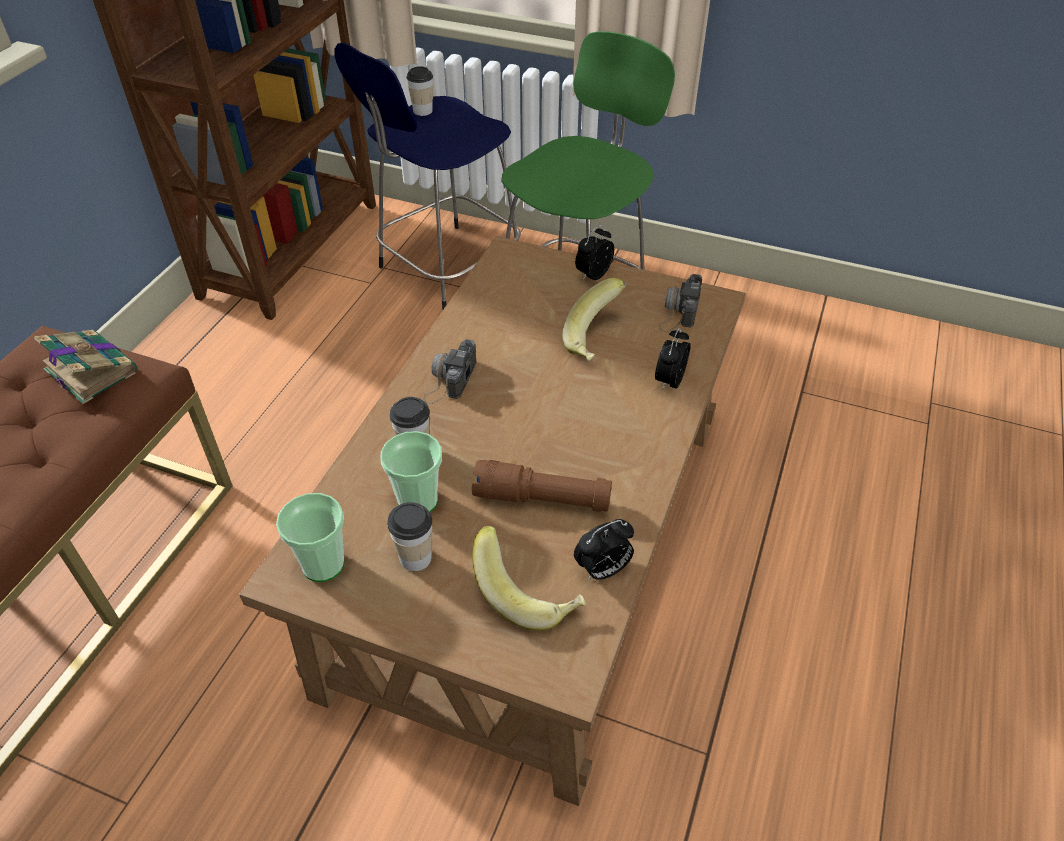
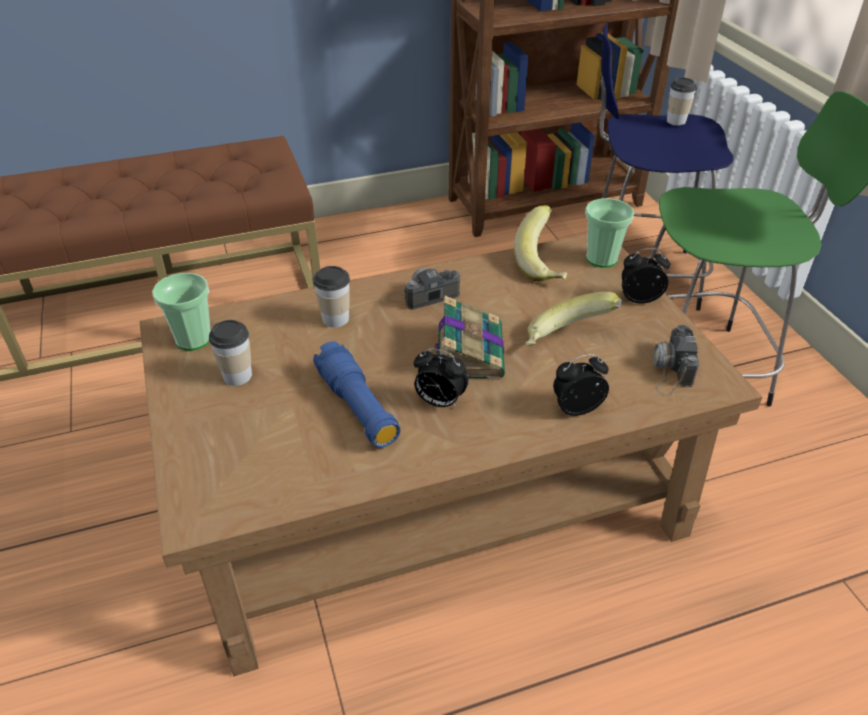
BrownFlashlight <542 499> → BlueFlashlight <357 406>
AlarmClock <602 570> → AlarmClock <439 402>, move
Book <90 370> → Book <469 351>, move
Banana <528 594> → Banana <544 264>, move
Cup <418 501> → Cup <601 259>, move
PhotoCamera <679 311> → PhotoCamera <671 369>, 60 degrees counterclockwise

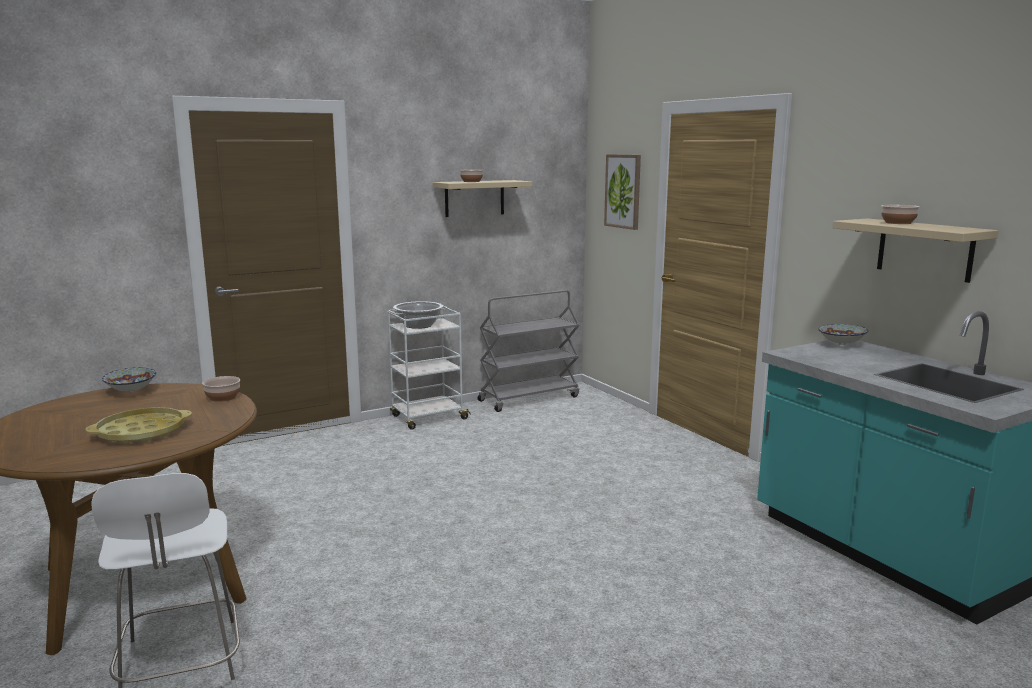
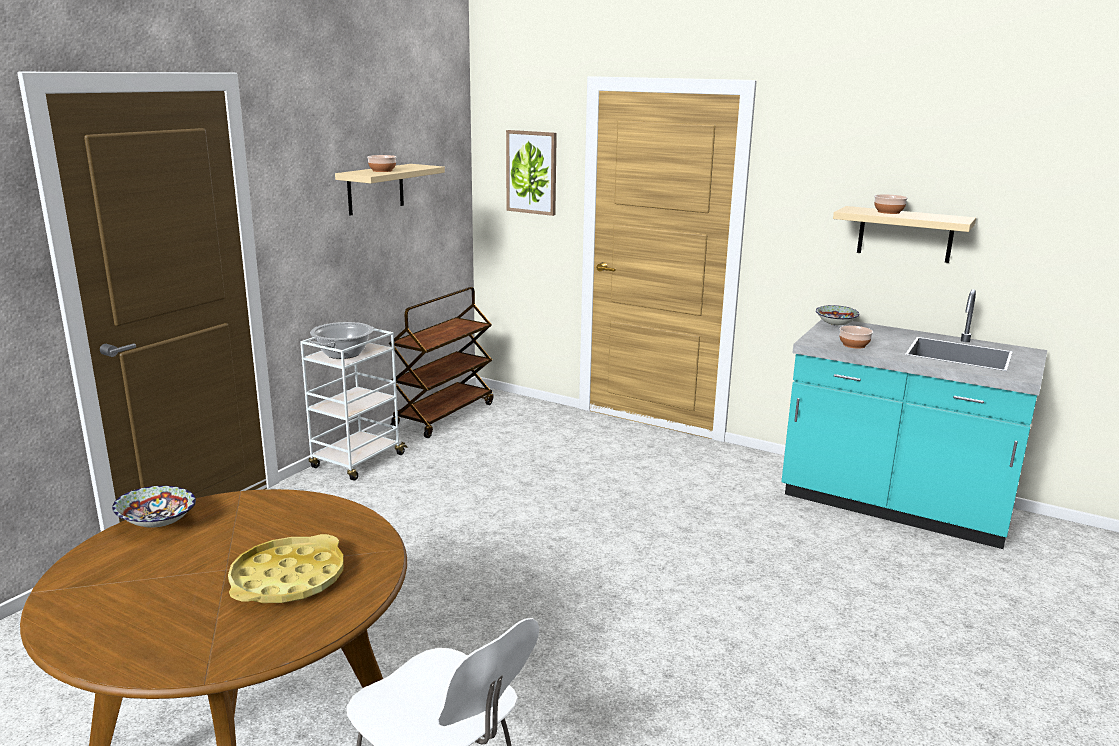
GreyCart <529 398> → BrownCart <444 415>
Bowl <223 397> → Bowl <854 345>, move

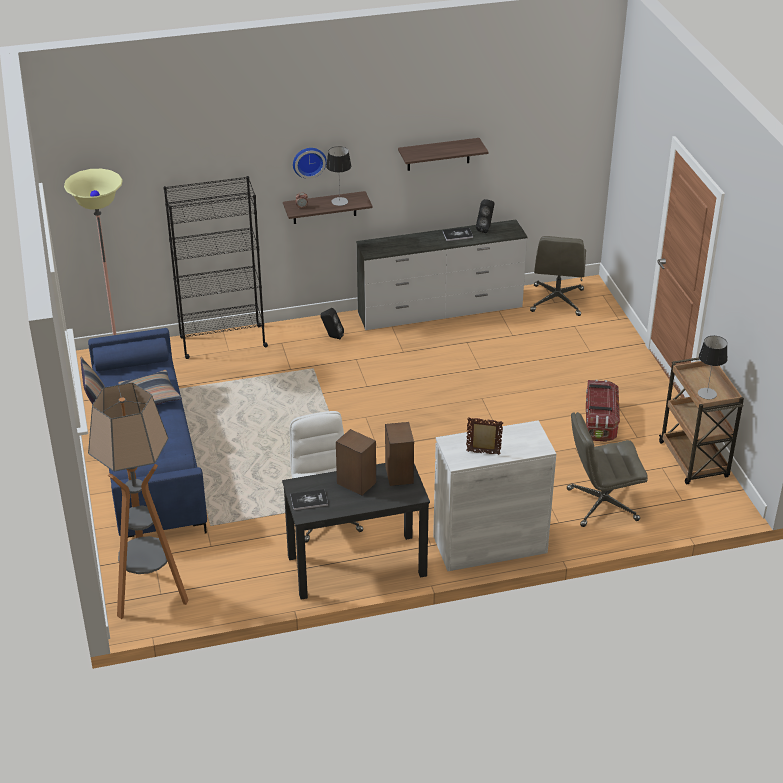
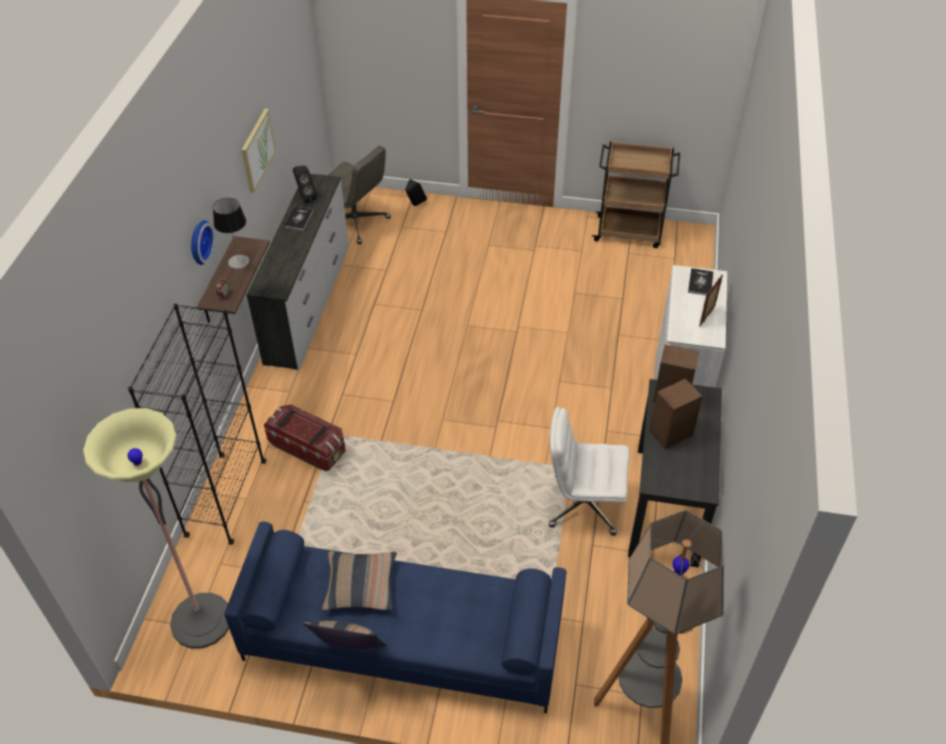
Shelf <438 154> → Picture <257 150>
StorageBox <600 422> → StorageBox <308 447>, move
BlackSpeaker <332 337> → BlackSpeaker <415 205>, move
Book <309 500> → Book <700 282>, move
GreyOfficeChair <601 505> → -
TableLamp <707 393> → -

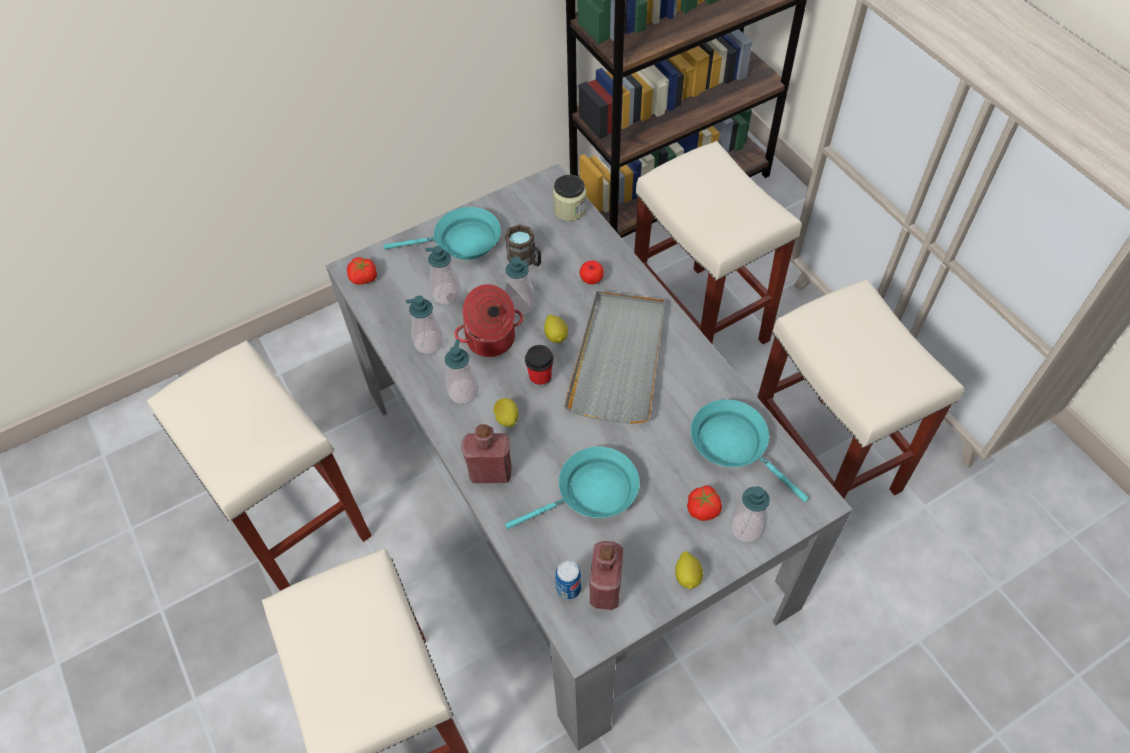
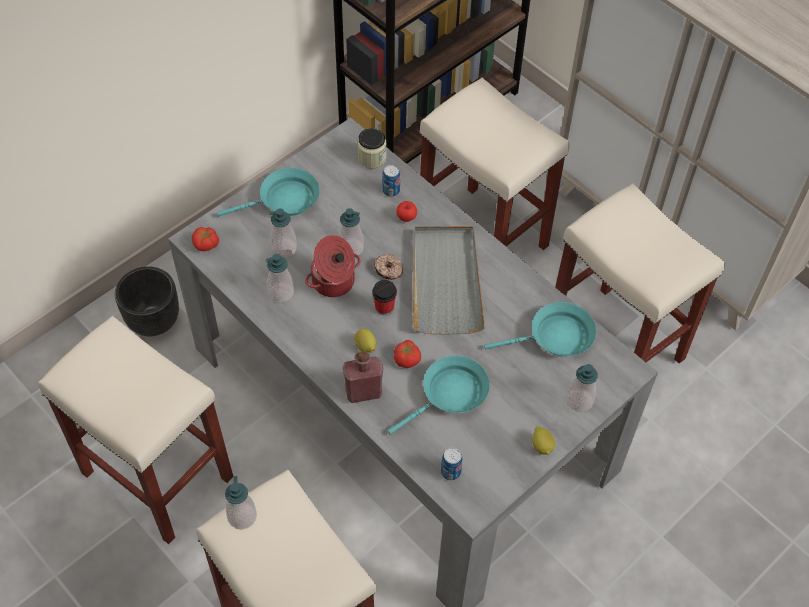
- → BlackPlanter <154 321>
SoapDispenser <463 392> → SoapDispenser <242 516>, move
Lemon <556 336> → Donut <388 270>
- → Can <391 191>
Tomato <703 508> → Tomato <407 359>, move
TurquoiseFryingPan <734 445> → TurquoiseFryingPan <556 337>, 135 degrees clockwise
BrownMug <526 260> → -
RedBottle <605 588> → -

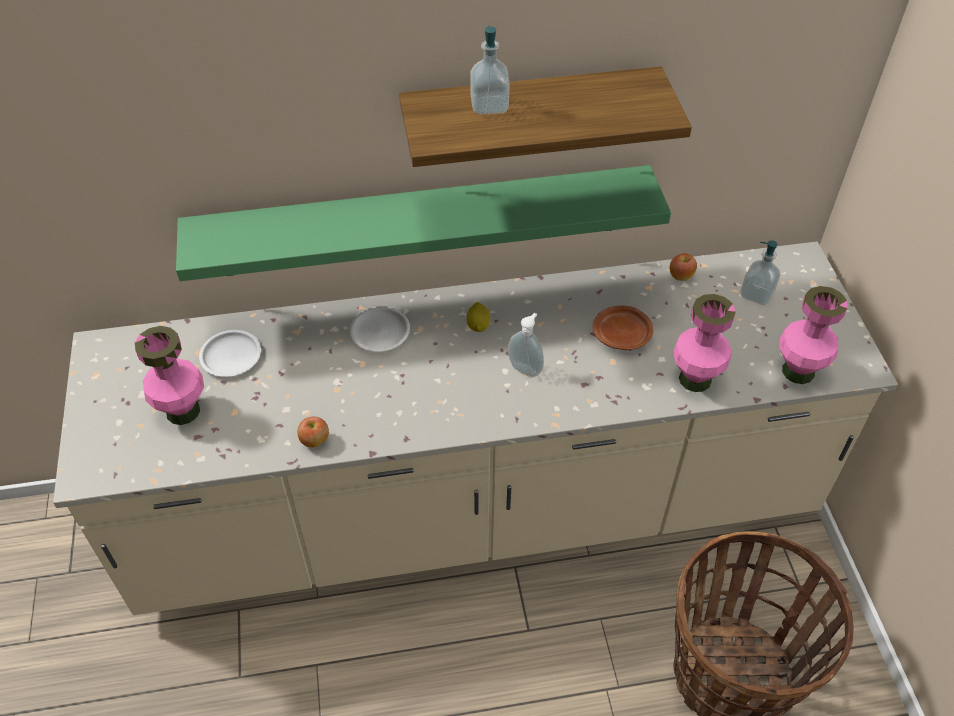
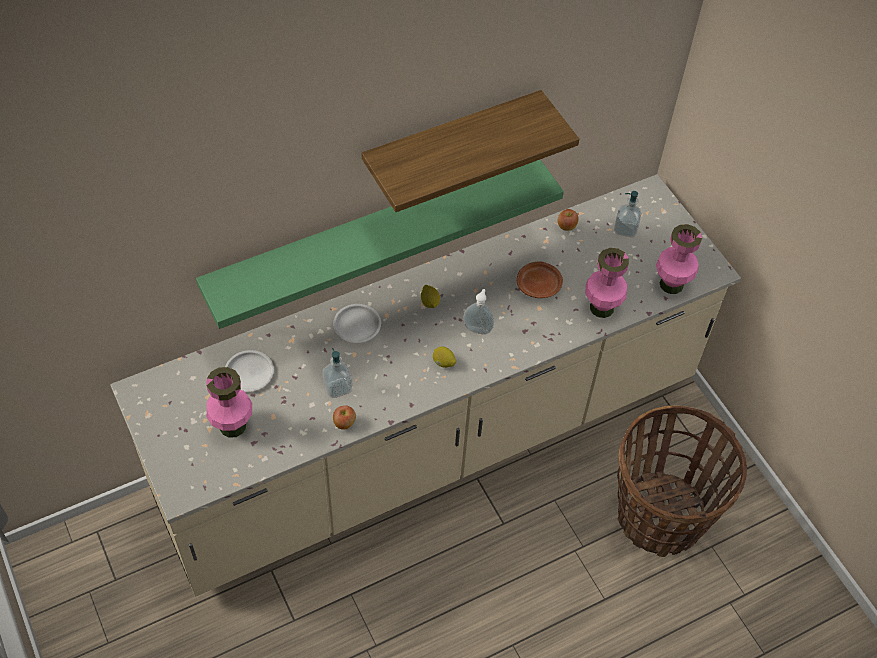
SoapDispenser <489 106> → SoapDispenser <338 387>, move
- → Lemon <443 363>

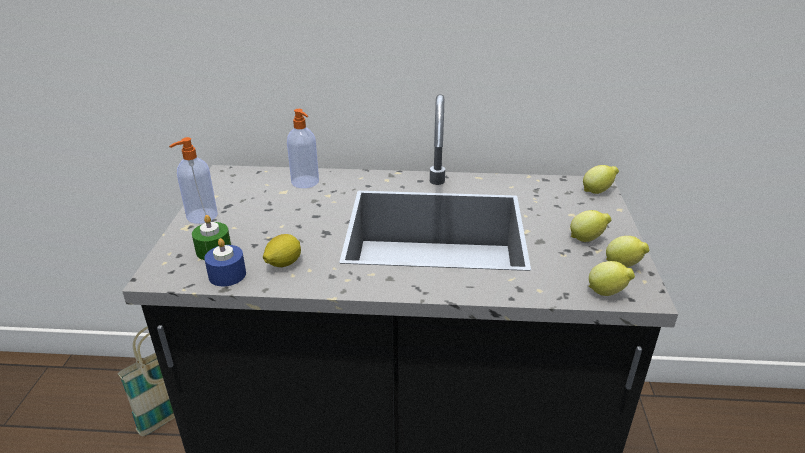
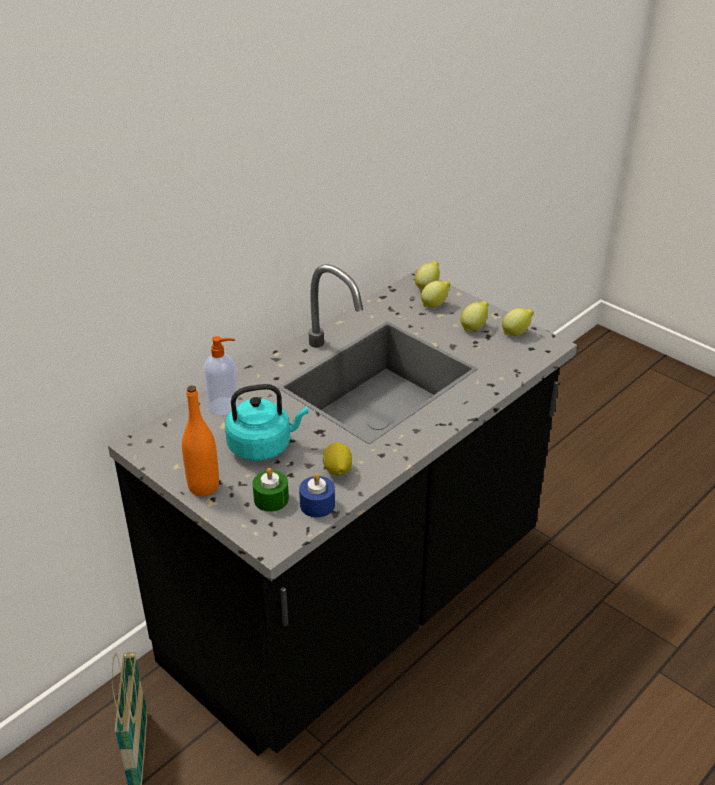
SoapDispenser <201 216> → OrangeBottle <203 486>
- → TurquoiseKettle <263 446>
Lemon <607 293> → Lemon <435 305>, move

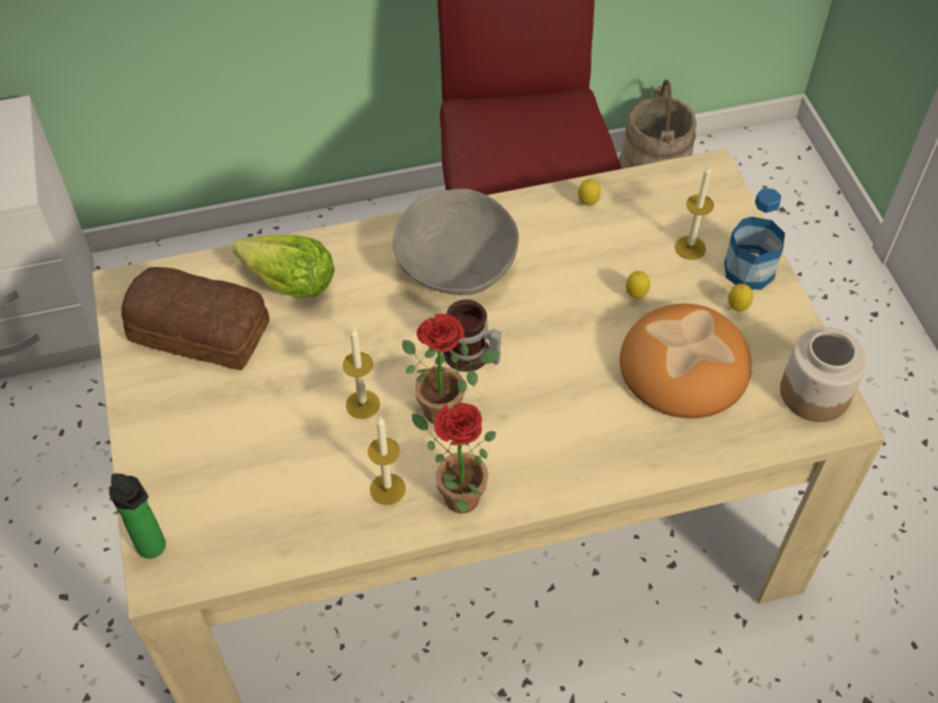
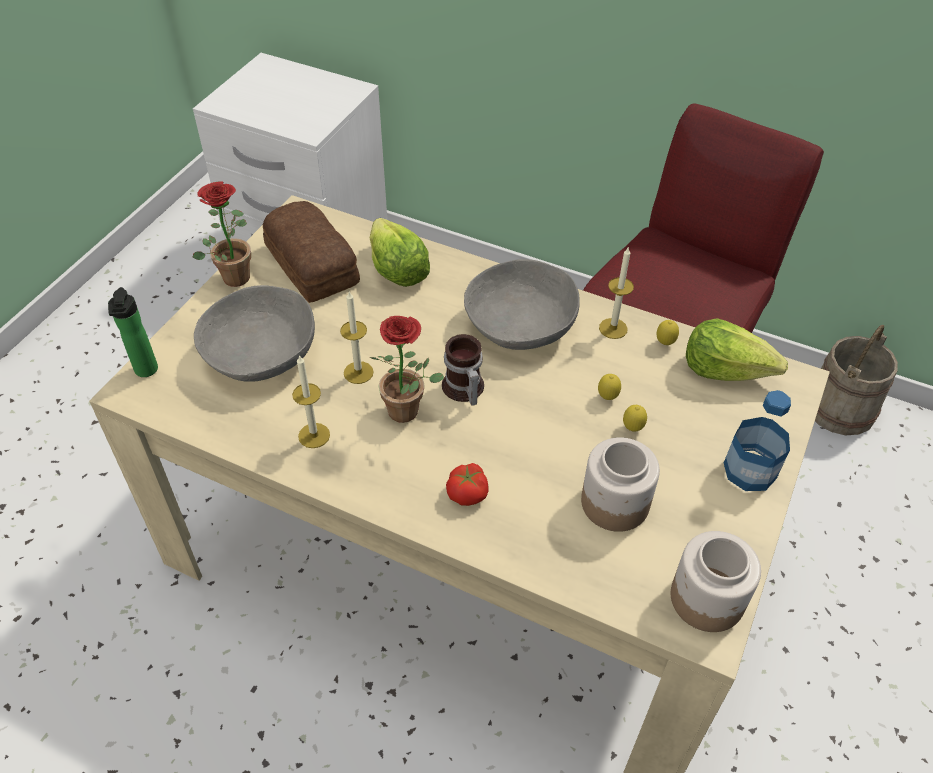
PottedPlant <454 496> → PottedPlant <234 274>, move
- → GreyBowl <261 353>
- → Tomato <468 493>
Bread <683 367> → Jar <614 503>
Lemon <737 308> → Lemon <607 397>, move
Candle <690 248> → Candle <613 328>, move
- → Lettuce <726 369>

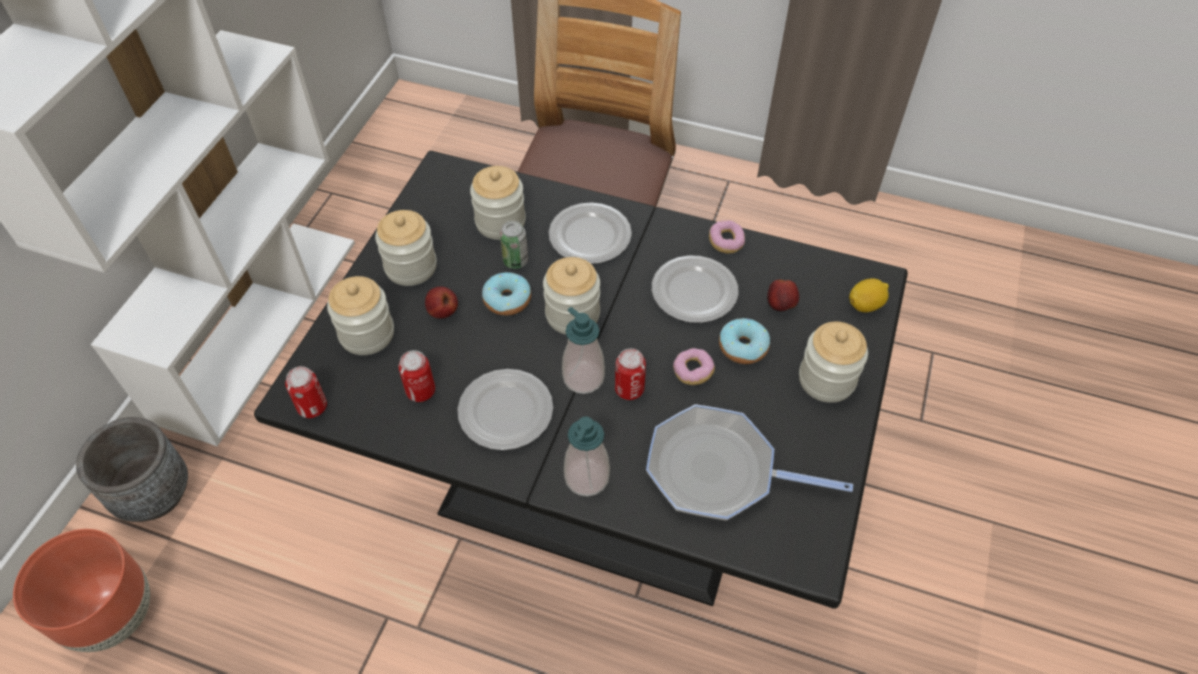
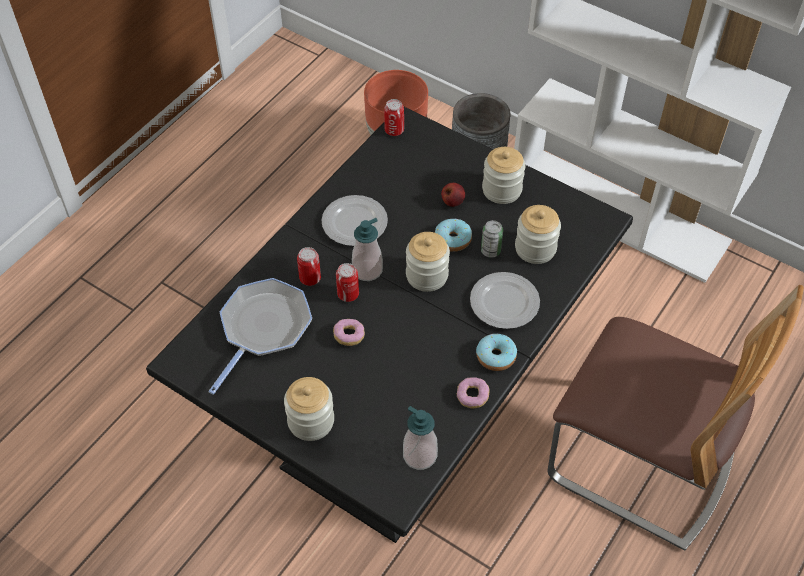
Can <420 391> → Can <310 278>, move
SoapDispenser <586 477> → SoapDispenser <420 455>, move
Donut <743 347> → Donut <495 356>, move
Jar <367 334> → -
Plate <695 292> → -
Apple <780 306> → -
Lemon <865 305> → -

